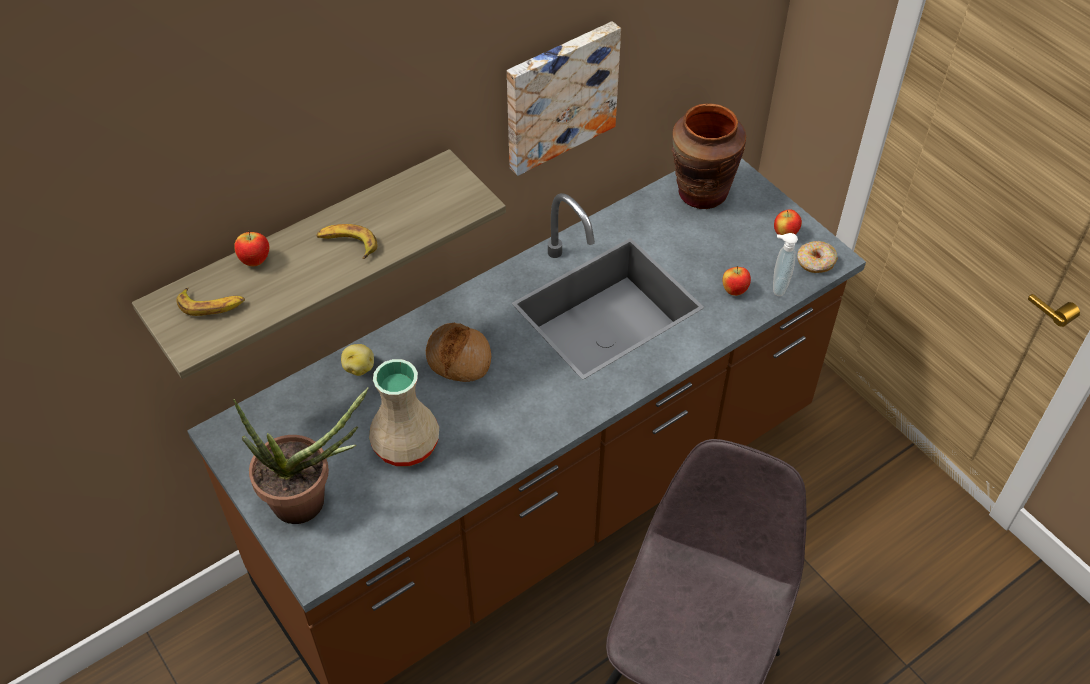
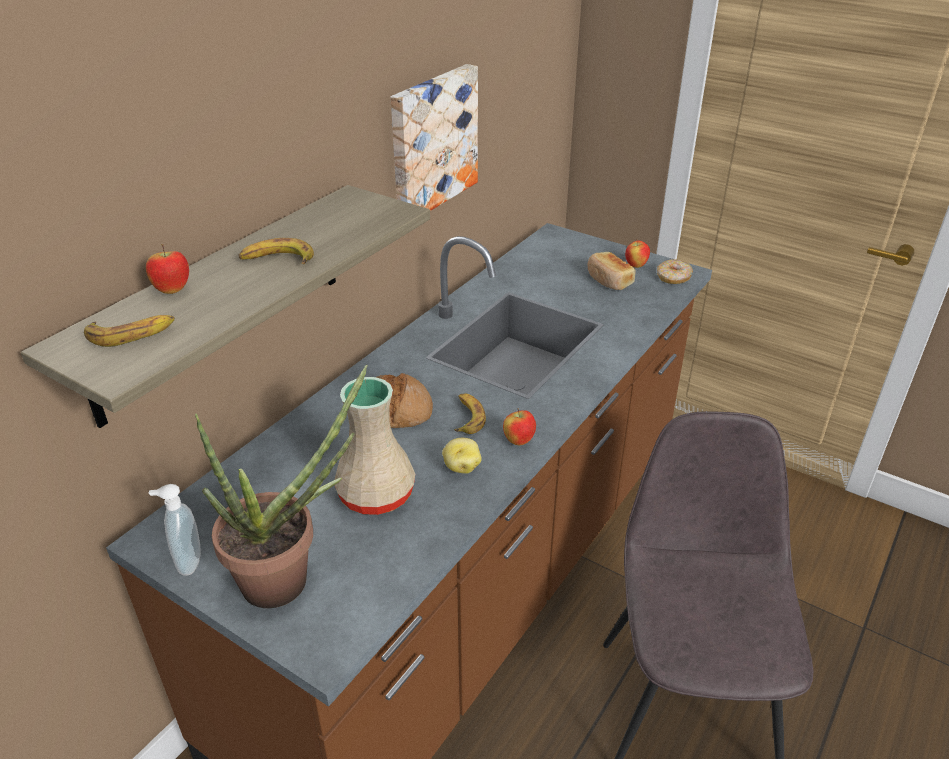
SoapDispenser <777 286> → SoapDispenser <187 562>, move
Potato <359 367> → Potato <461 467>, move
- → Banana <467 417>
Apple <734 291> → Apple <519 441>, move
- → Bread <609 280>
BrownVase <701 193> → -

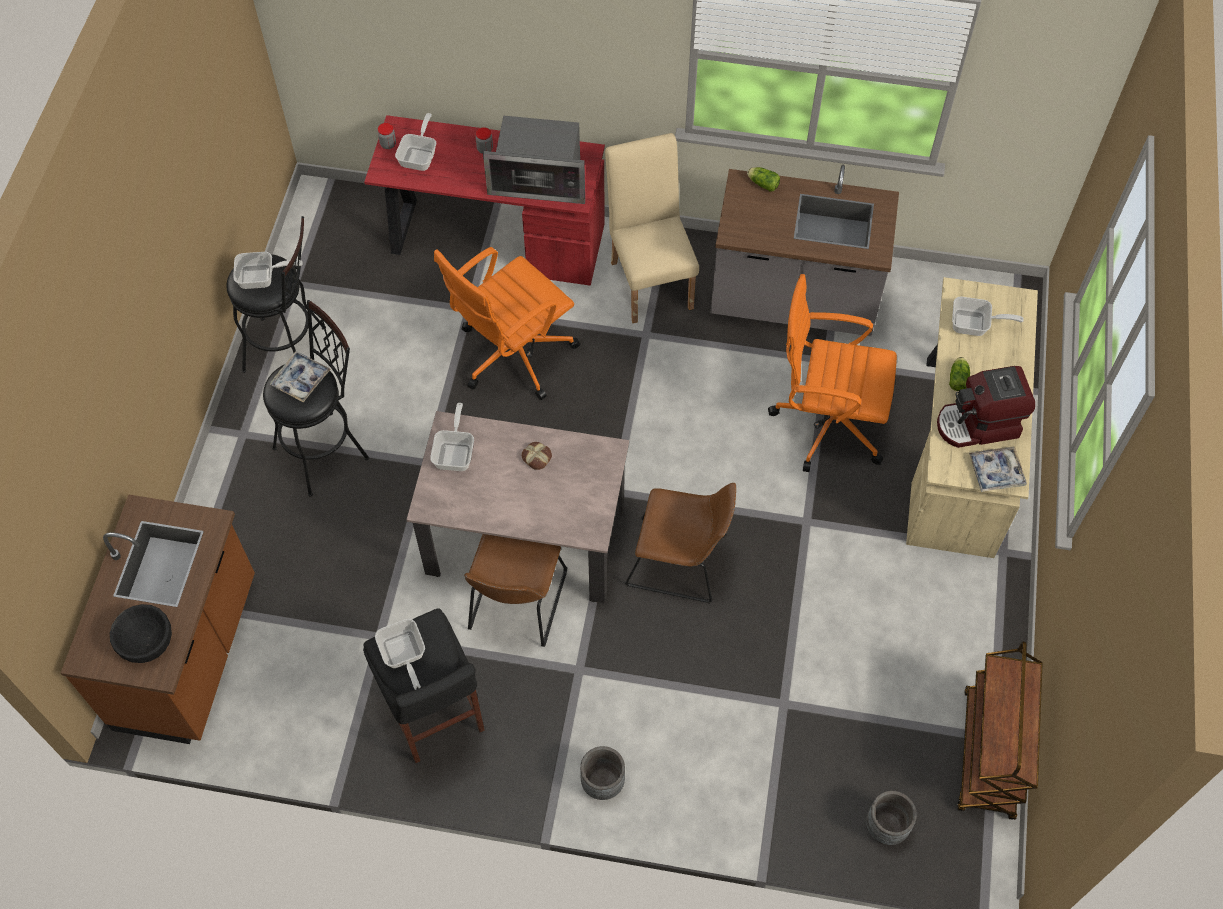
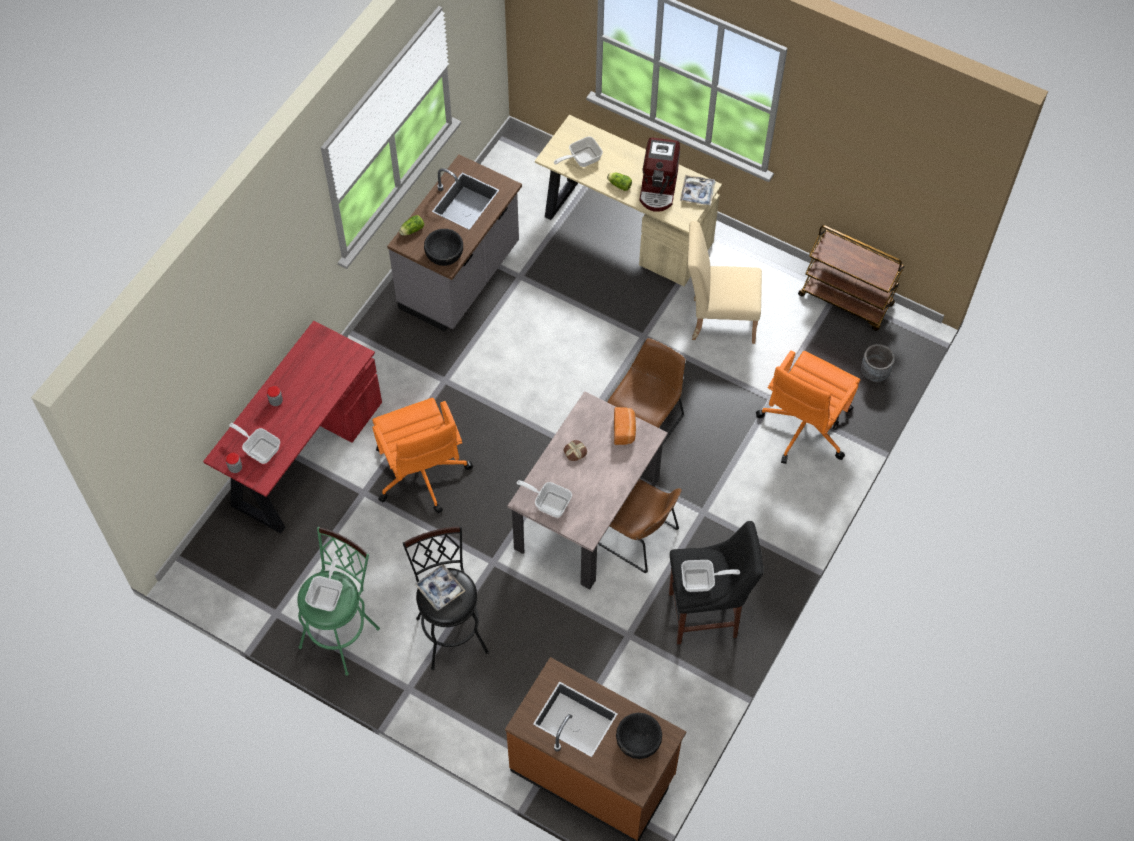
BlackStool <292 350> → GreenStool <343 632>
- → BlackBowl <444 254>
FryingPan <974 325> → FryingPan <581 159>, 150 degrees counterclockwise
- → Bread <624 430>
BeigeChair <650 278> → BeigeChair <717 319>, move
OrangeOfficeChair <826 422> → OrangeOfficeChair <803 428>, move
Microwave <539 179> → -
GreyPlanter <602 782> → -

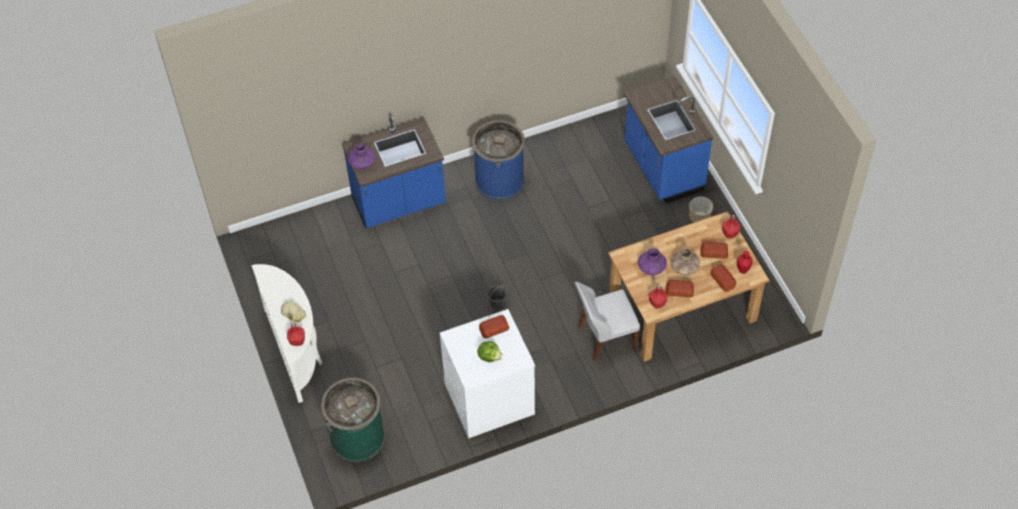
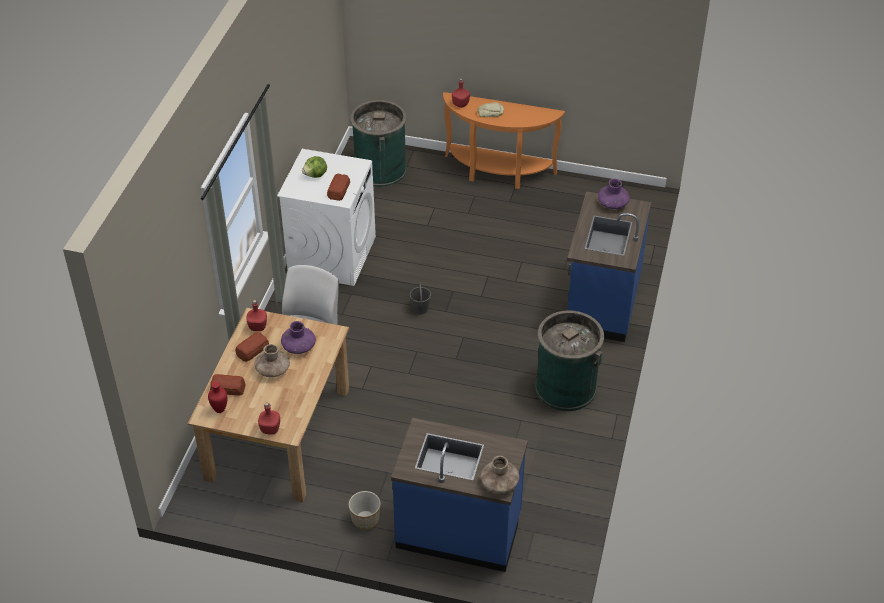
WhiteConsoleTable <296 350> → OrangeConsoleTable <497 173>
- → BrownVase <499 483>
BlueTrashCan <499 180> → GreenTrashCan <565 388>
Bread <714 252> → -

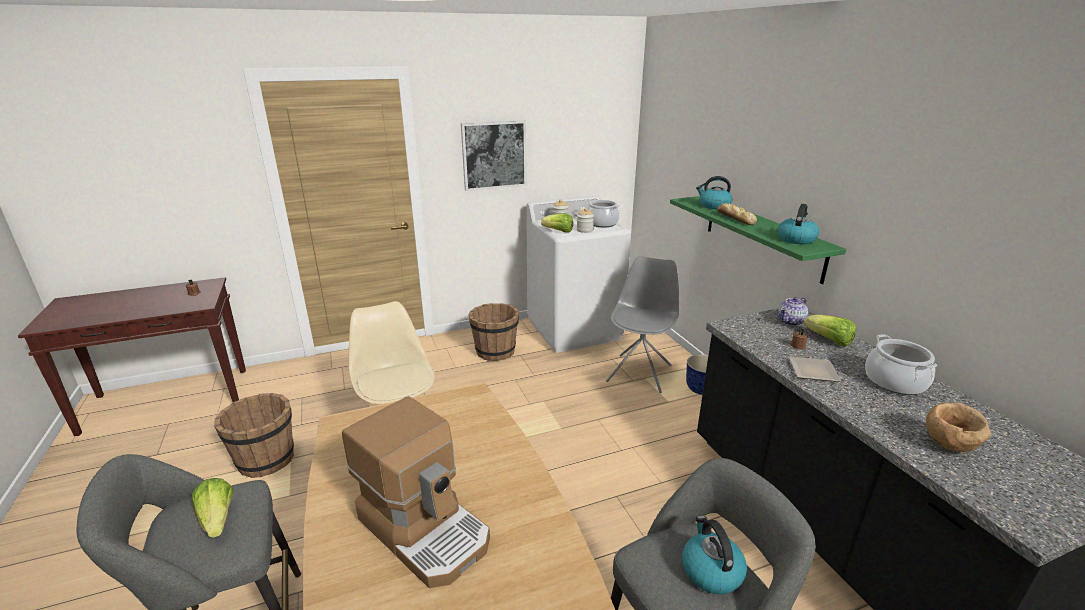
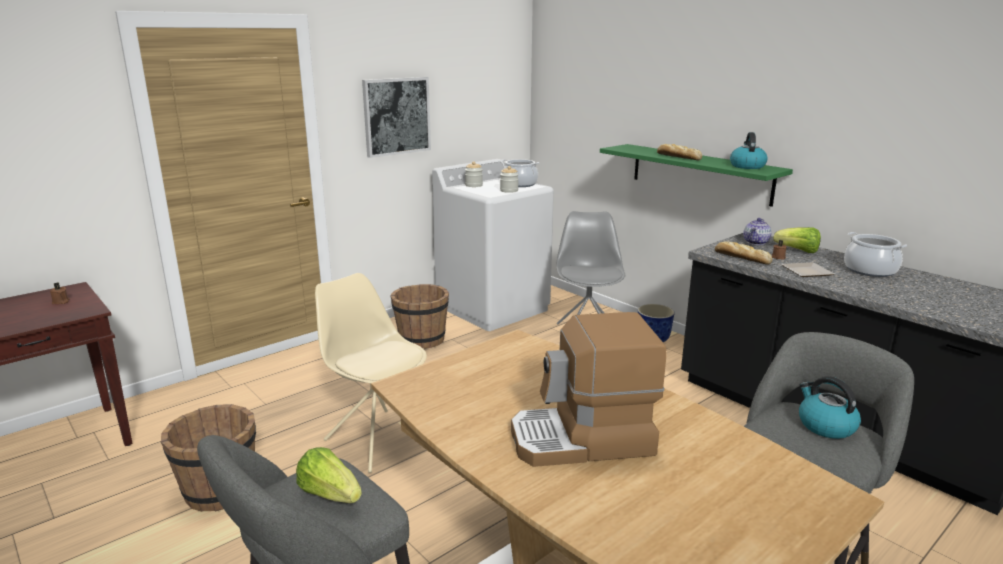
CoffeeMachine <426 529> → CoffeeMachine <583 440>, 150 degrees clockwise
- → Bread <741 258>
Lettuce <558 231> → -
Kettle <714 206> → -
BrownBowl <949 446> → -

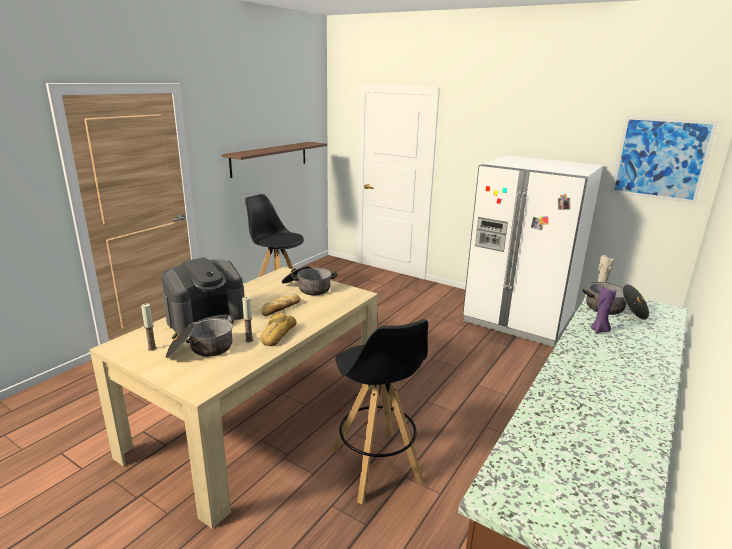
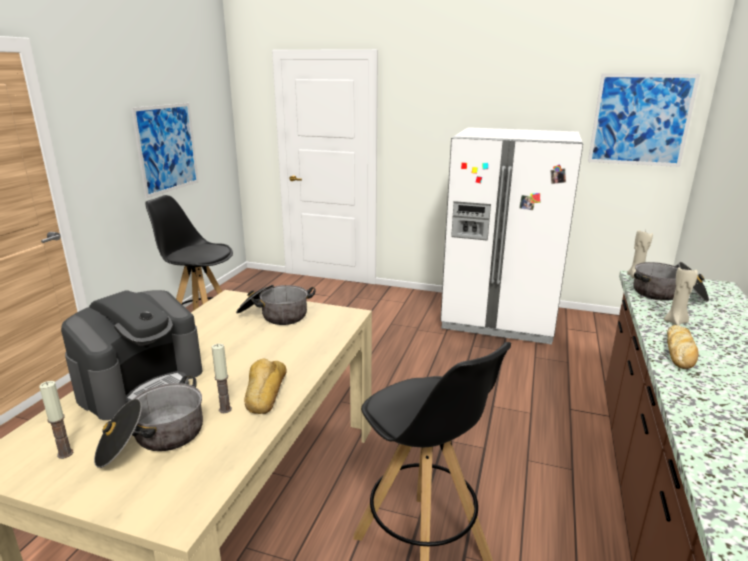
Shelf <270 158> → Picture <167 148>
PurpleCandle <599 330> → BeigeCandle <676 322>
Bread <281 309> → Bread <680 352>, move

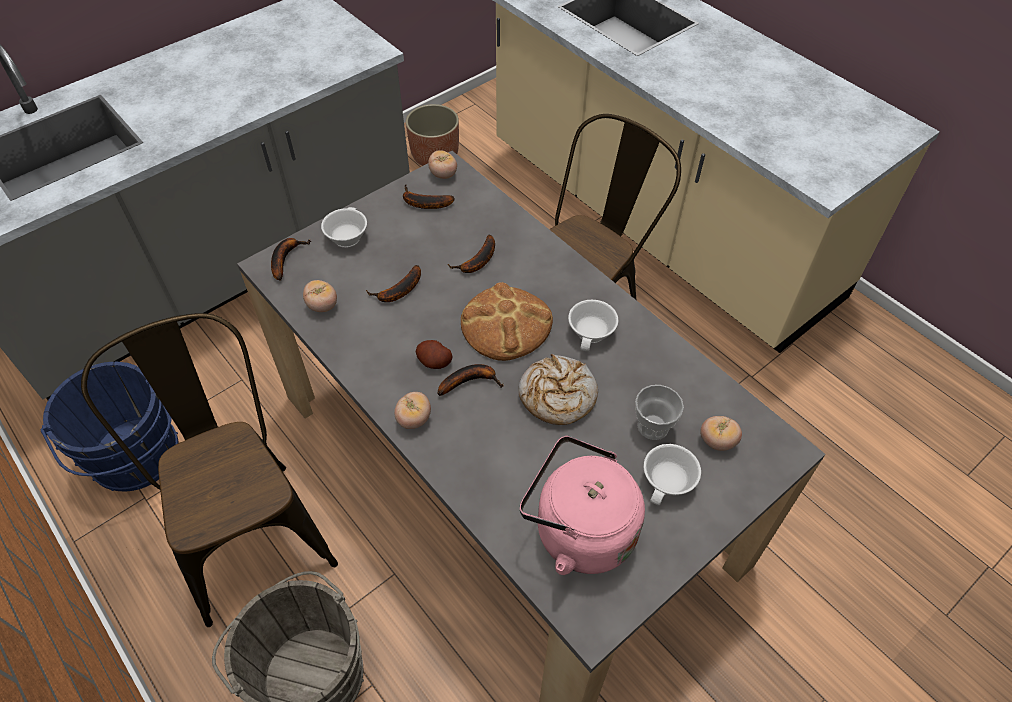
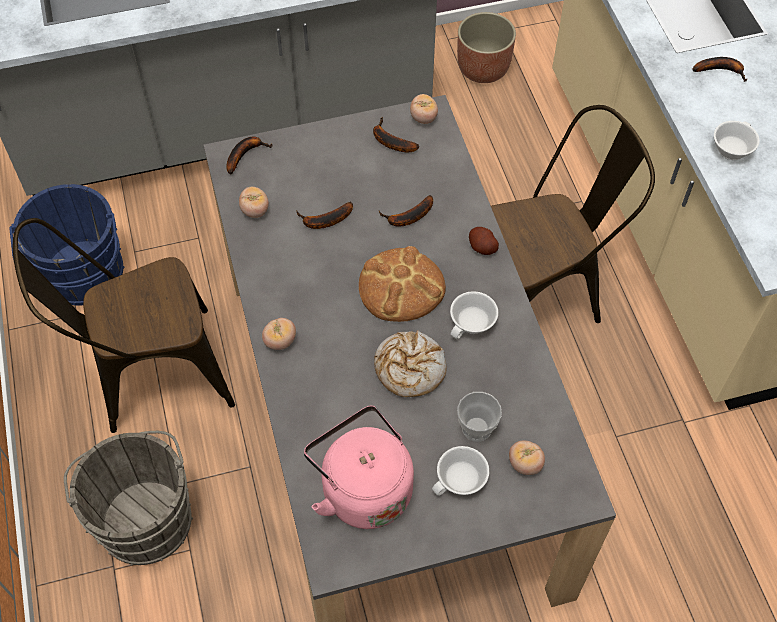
BrownChair <249 527> → BrownChair <149 375>, 105 degrees counterclockwise
Potato <434 362> → Potato <482 247>, move
Banana <470 381> → Banana <721 70>, move
WhiteCup <345 236> → WhiteCup <730 148>, move

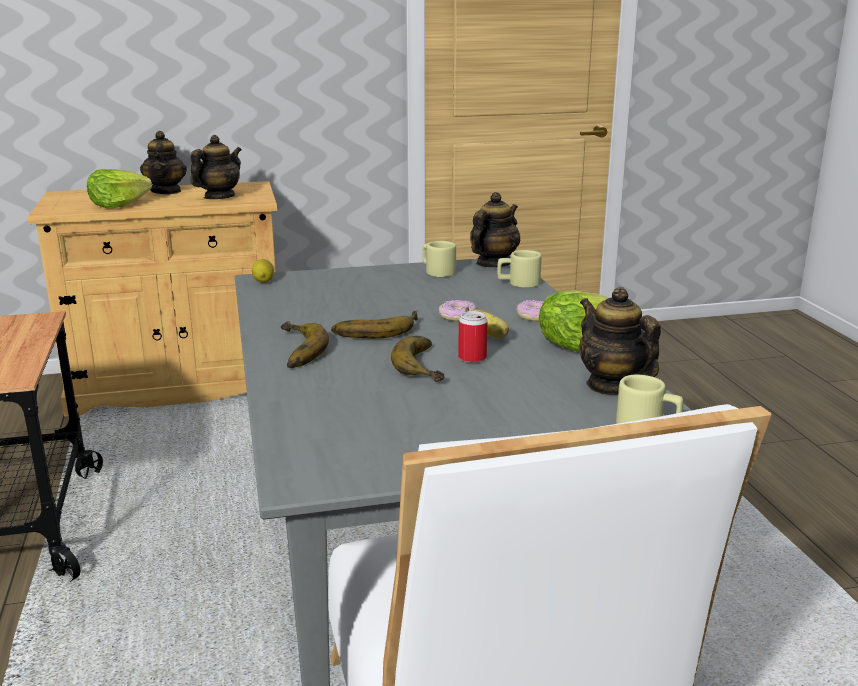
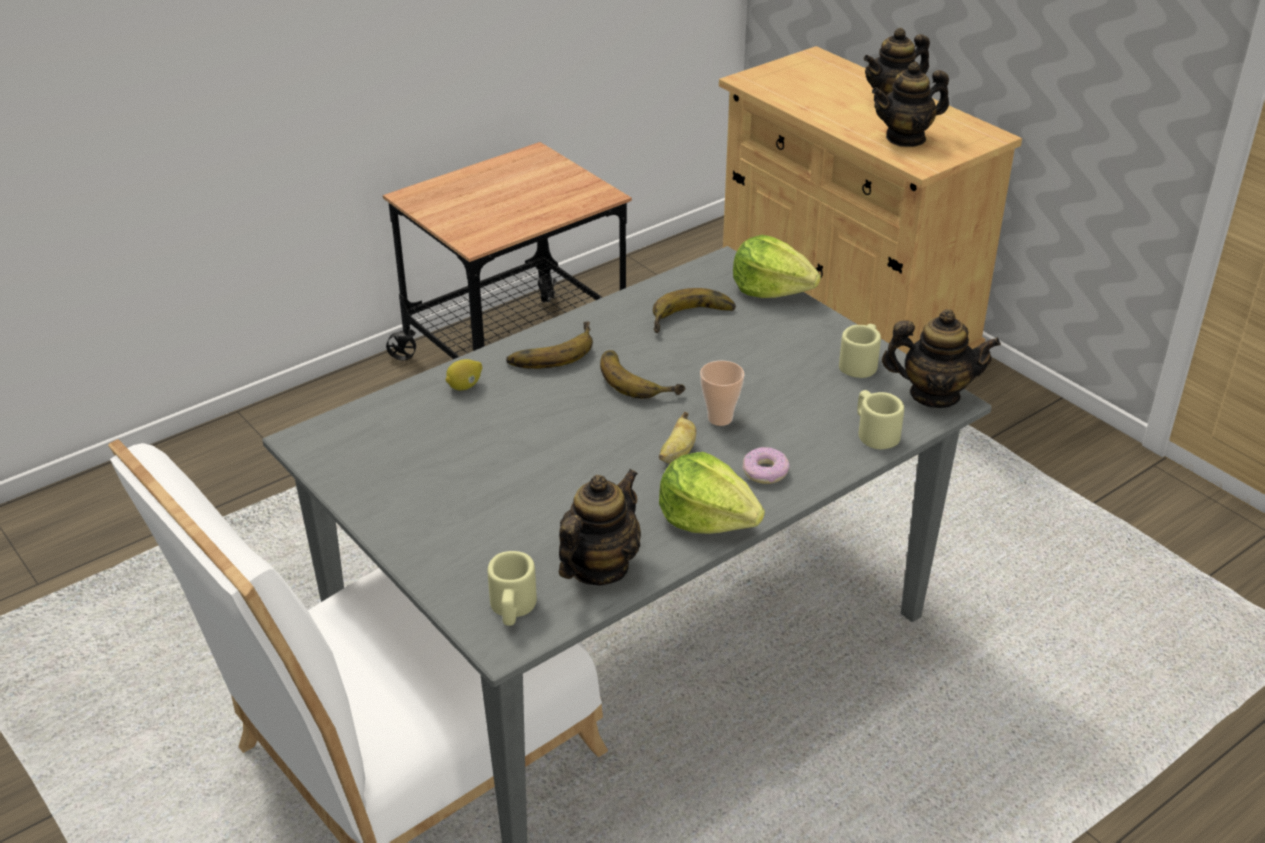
Lemon <263 281> → Lemon <465 386>, move
Banana <428 364> → Banana <693 320>, move
Donut <457 316> → Cup <720 418>
Lettuce <118 205> → Lettuce <771 289>, move
Teapot <219 197> → Teapot <906 138>, 150 degrees clockwise
Can <472 358> → -

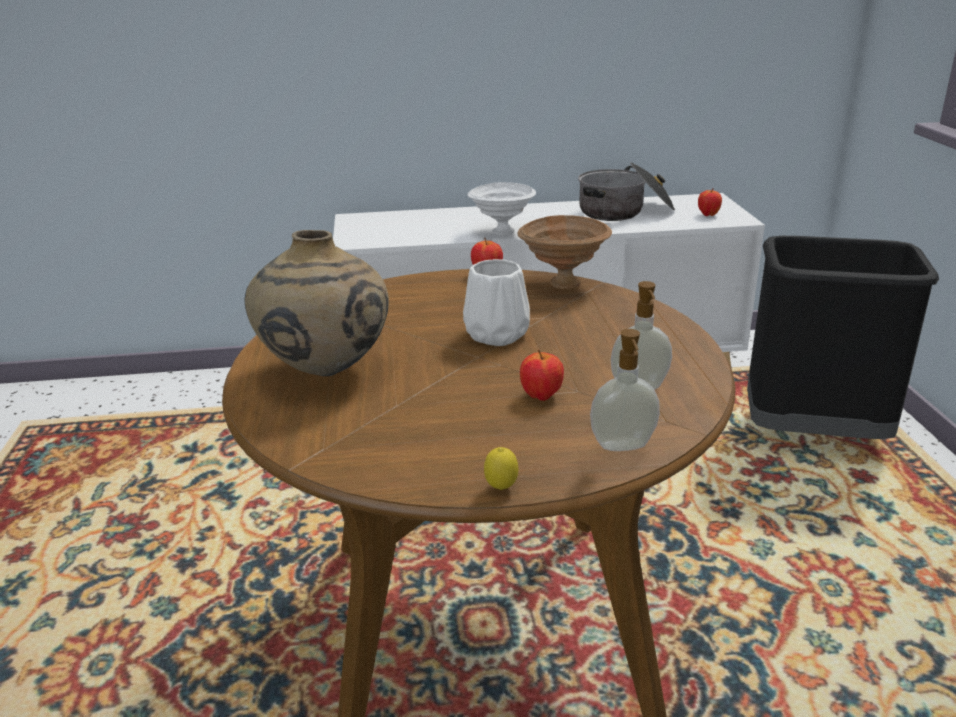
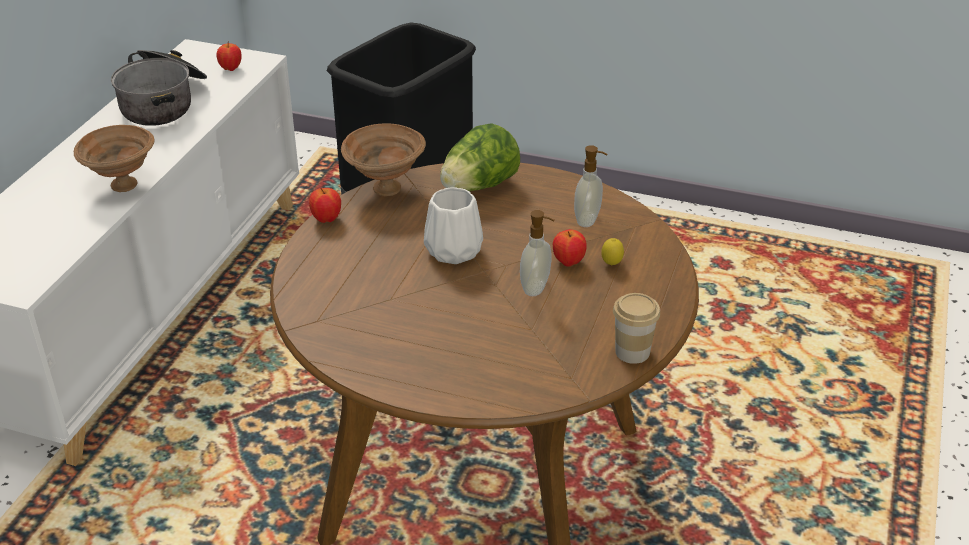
WhiteBowl <501 232> → BrownBowl <122 186>
- → Lettuce <479 186>
SoapDispenser <623 446> → SoapDispenser <536 288>, move
Lemon <501 489> → Lemon <611 264>, move
- → Cup <632 352>
BeigeVase <325 372> → -

